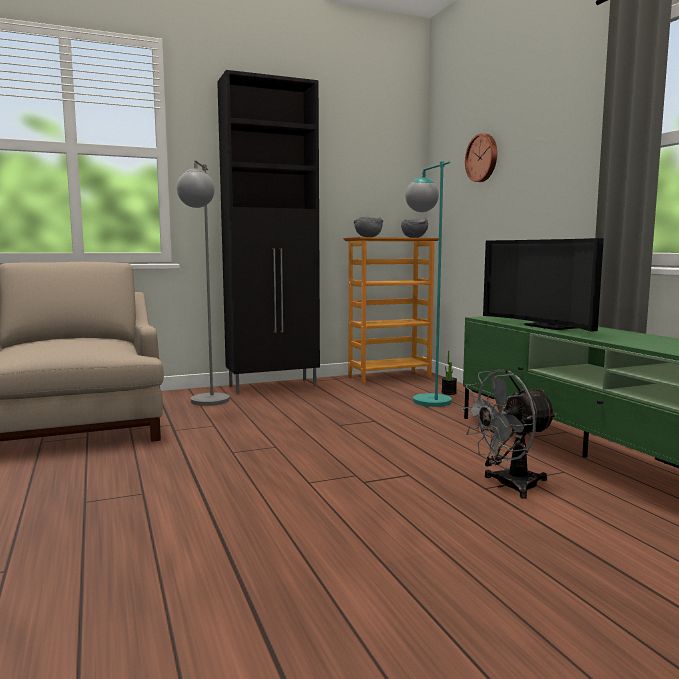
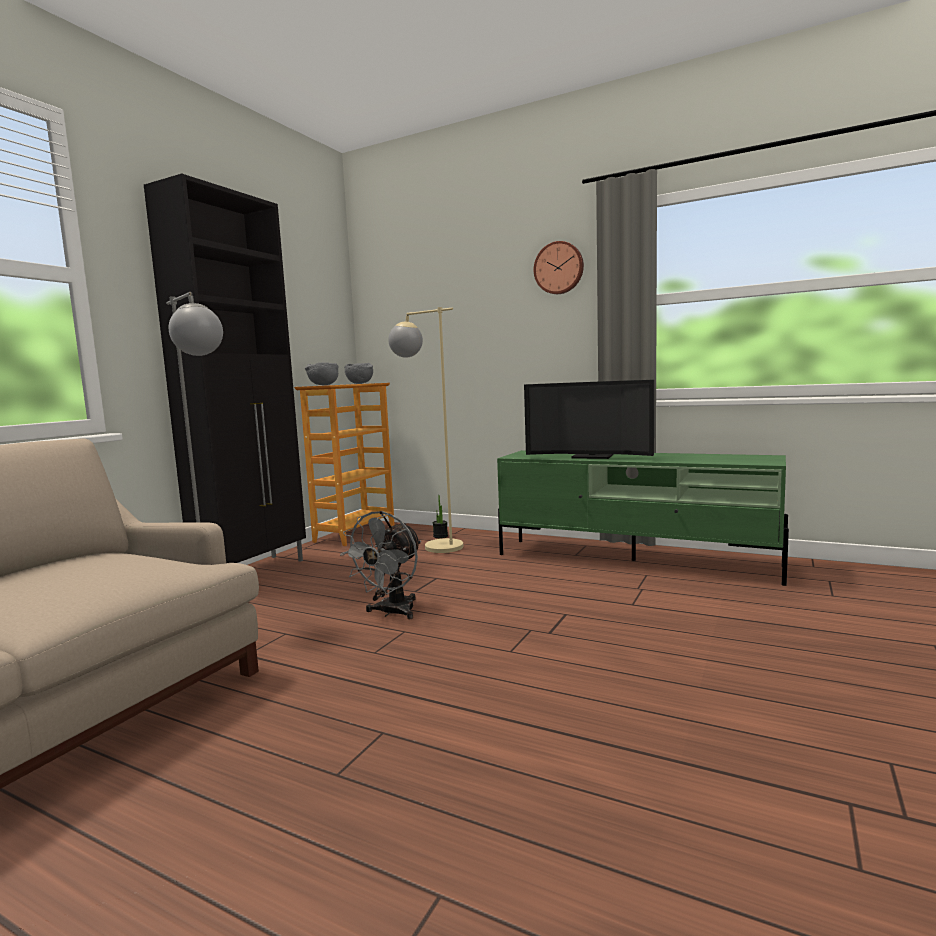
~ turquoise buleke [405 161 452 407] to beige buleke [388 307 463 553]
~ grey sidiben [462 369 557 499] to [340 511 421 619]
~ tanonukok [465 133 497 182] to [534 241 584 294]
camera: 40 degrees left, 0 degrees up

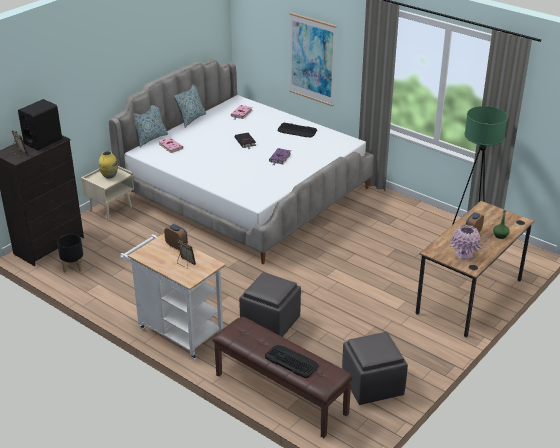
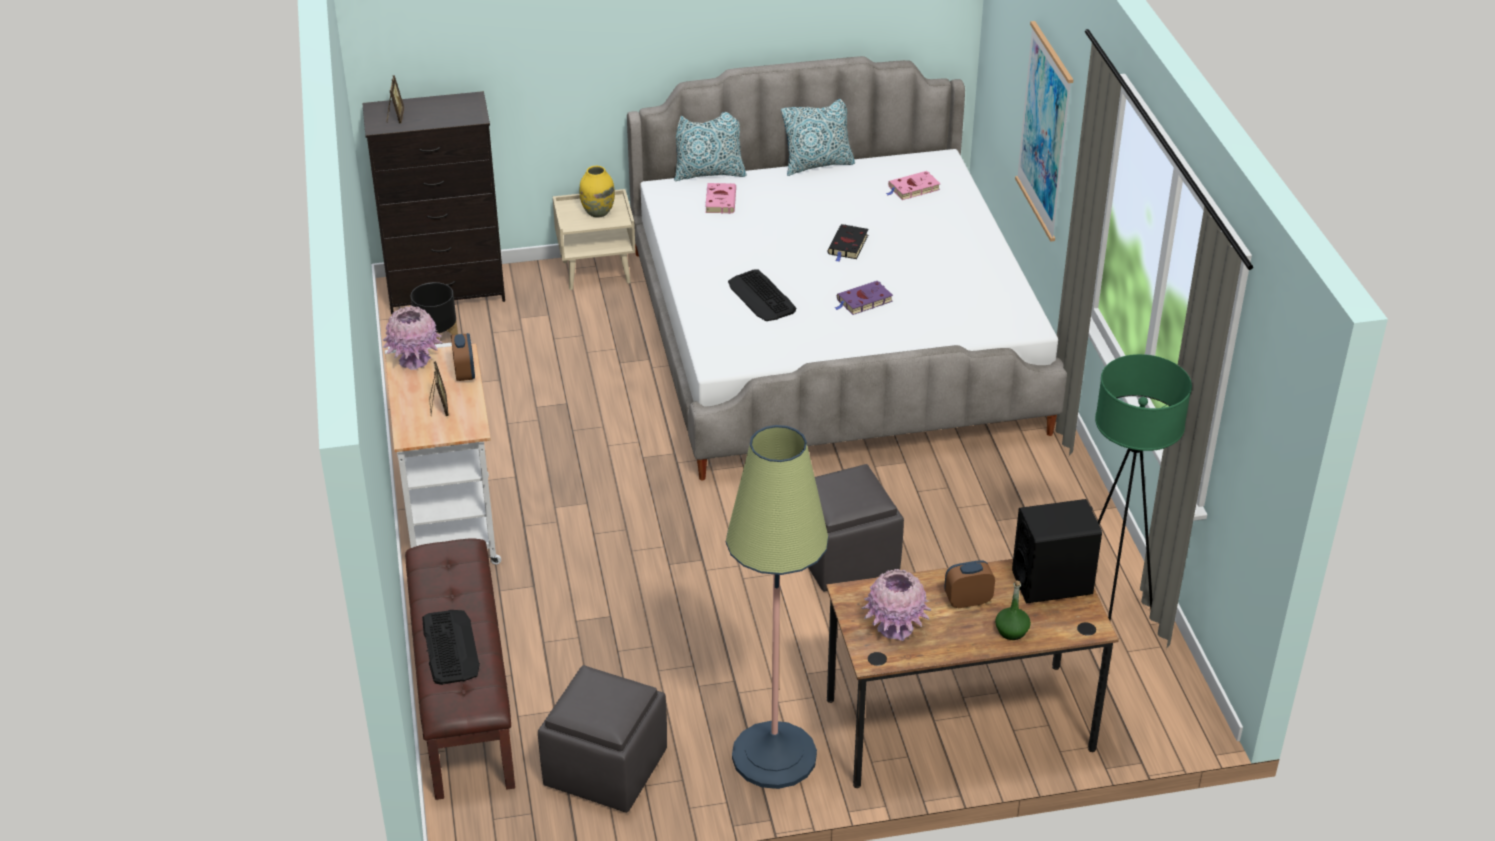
~ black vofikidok [18 99 62 150] to [1012 499 1102 603]
~ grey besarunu [239 272 301 337] to [808 464 904 592]
~ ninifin [278 123 317 137] to [728 270 796 321]
+ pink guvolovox [383 306 443 370]
+ buleke [726 425 829 789]
camera: 40 degrees right, 5 degrees up

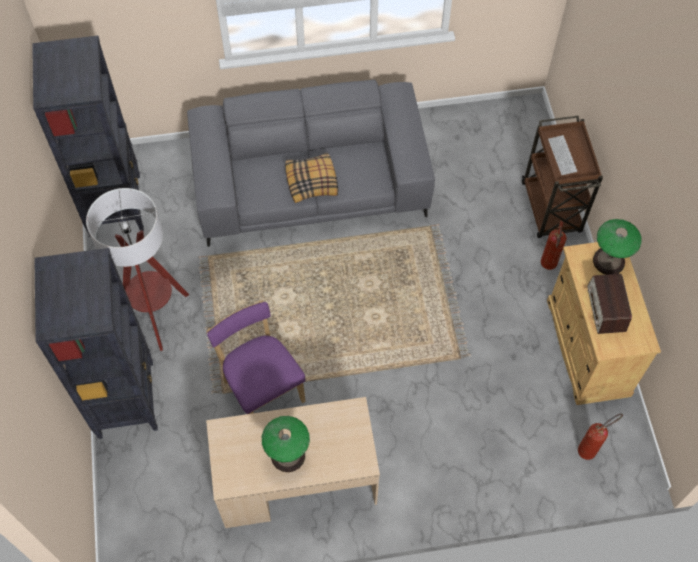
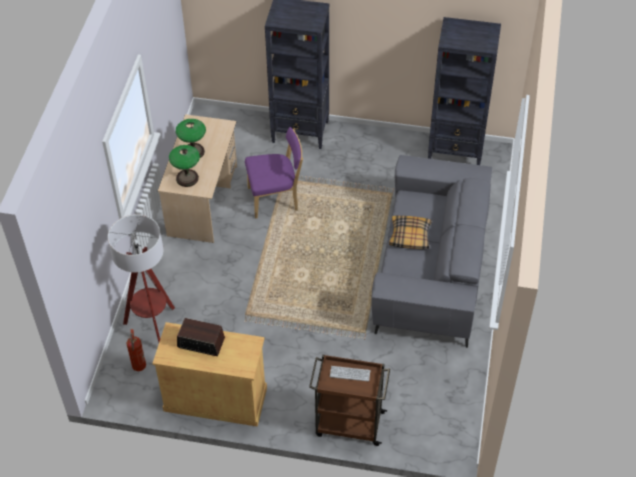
~ buleke [86 188 189 351] to [108 214 175 343]
- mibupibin [541 221 566 270]
~ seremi [593 219 642 275] to [169 145 200 187]
camera: 110 degrees right, 10 degrees down

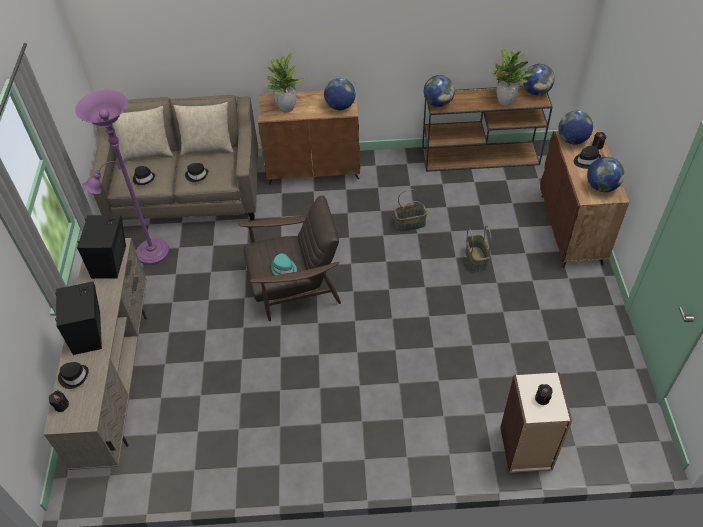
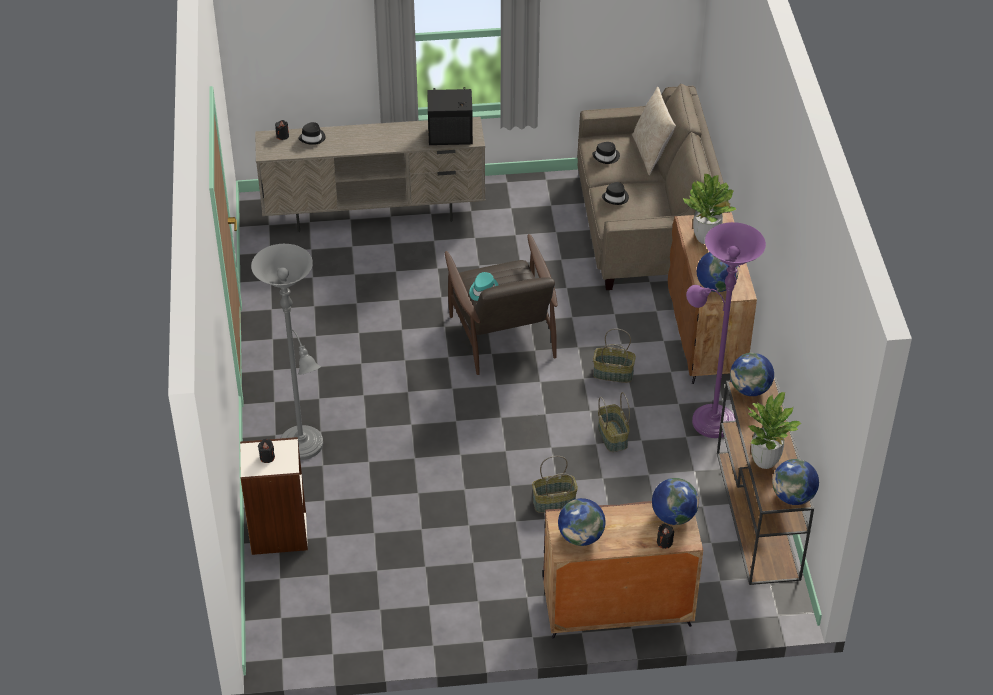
- black vofikidok [55 281 102 355]
~ purple buleke [75 90 169 265] to [686 222 766 438]
- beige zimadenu [174 102 234 155]
- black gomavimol [573 146 601 169]
+ grey buleke [251 244 323 460]
+ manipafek [593 328 636 383]
camera: 85 degrees right, 5 degrees down

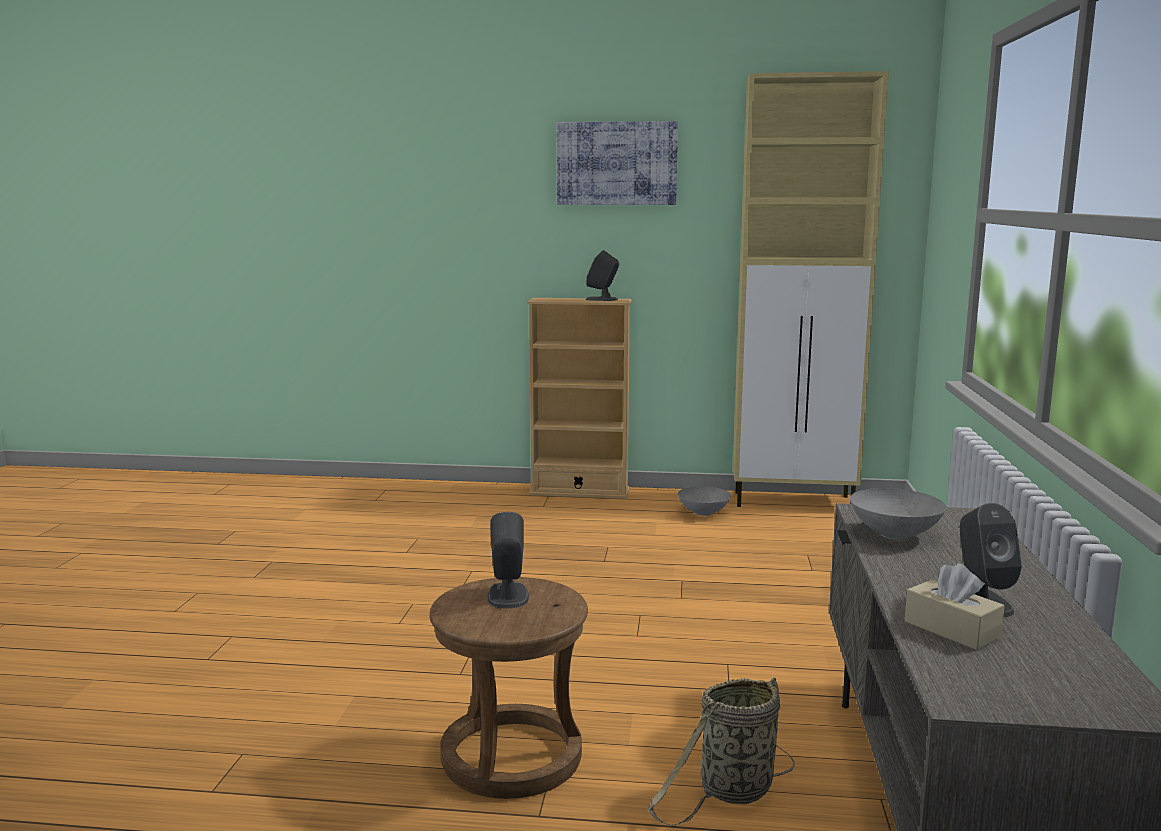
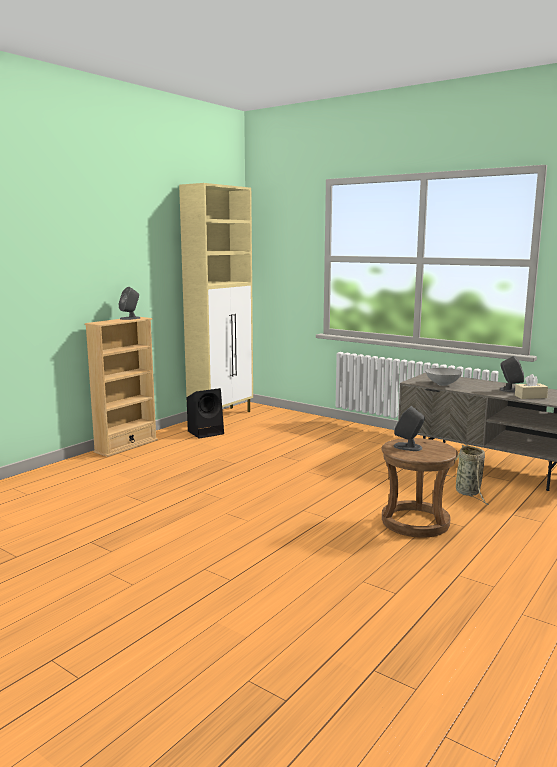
- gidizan [556 121 678 205]
~ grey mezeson [678 486 731 516] to black vofikidok [187 388 224 439]
camera: 60 degrees left, 0 degrees up

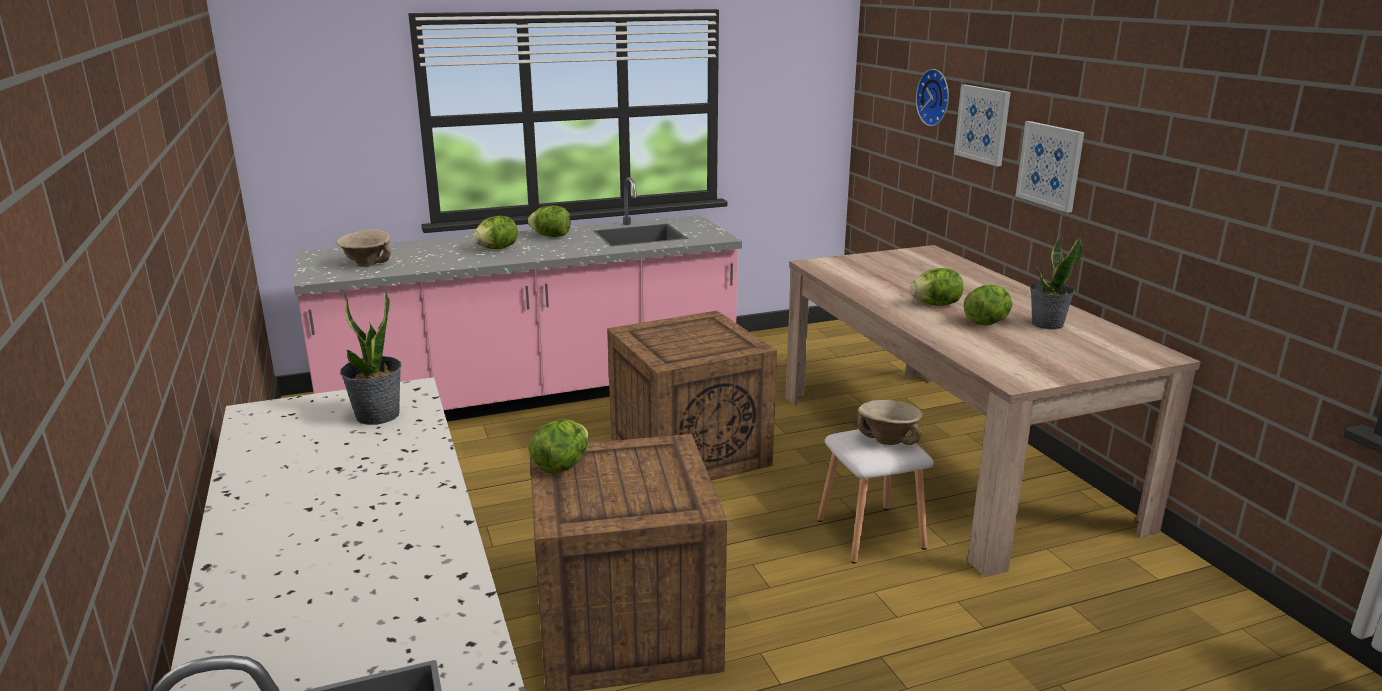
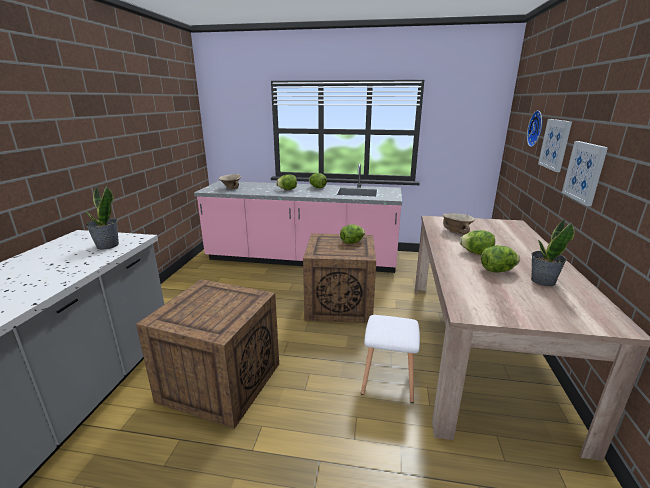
~ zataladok [529 419 589 474] to [340 225 365 244]
~ beige mezeson [857 400 923 445] to [443 213 475 234]
camera: 30 degrees right, 0 degrees up

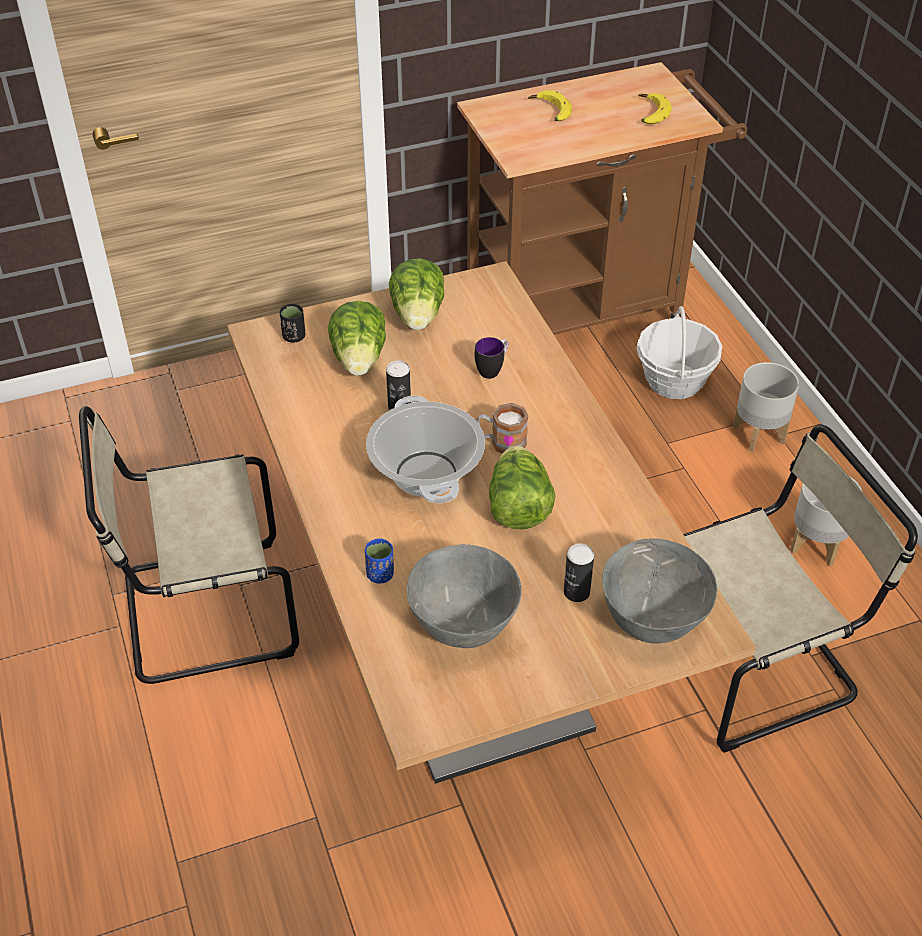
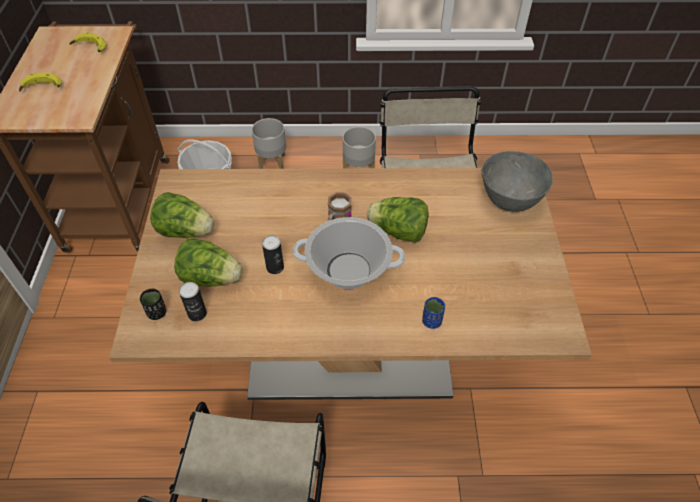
- grey mezeson [407 544 522 648]
- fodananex [475 337 509 379]
~ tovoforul [564 543 594 602] to [179 282 207 321]
camera: 70 degrees left, 5 degrees up

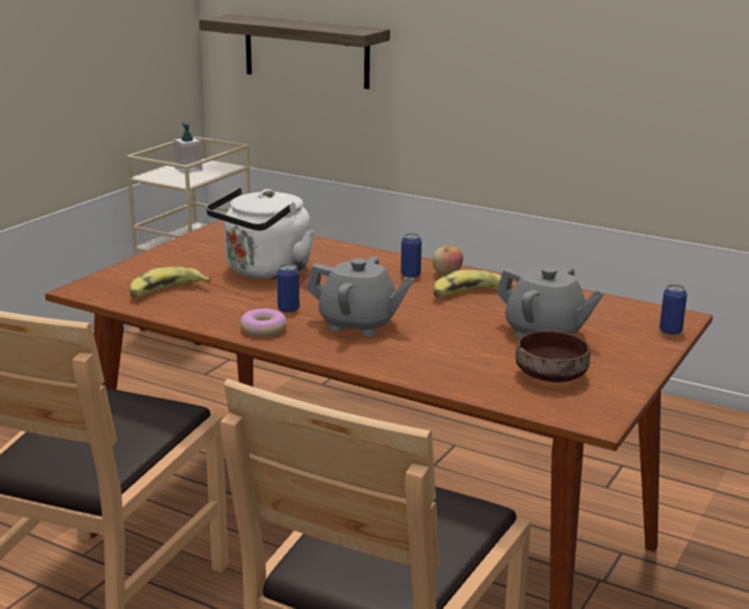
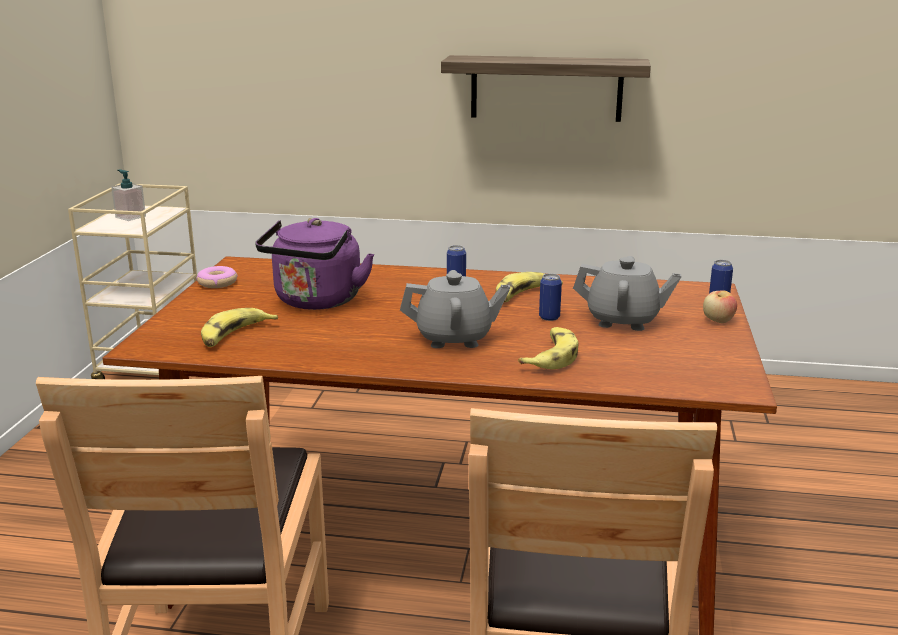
~ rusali [199 14 390 89] to [441 55 651 122]
~ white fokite [206 188 315 279] to purple fokite [255 218 374 310]
~ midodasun [239 309 287 337] to [196 266 237 288]
~ tovoforul [277 264 299 312] to [539 273 562 321]
~ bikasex [432 246 463 276] to [703 290 737 323]
- brown mezeson [515 331 590 382]
+ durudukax [518 327 579 369]
camera: 20 degrees left, 0 degrees up

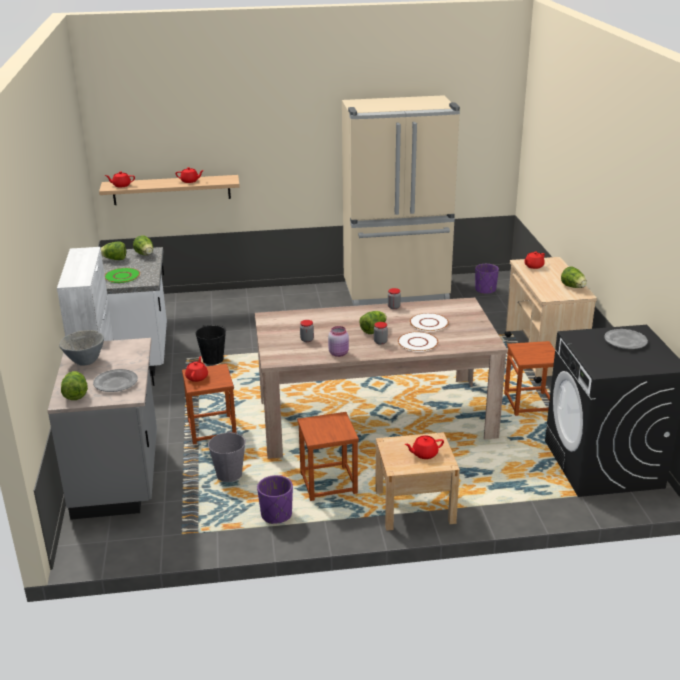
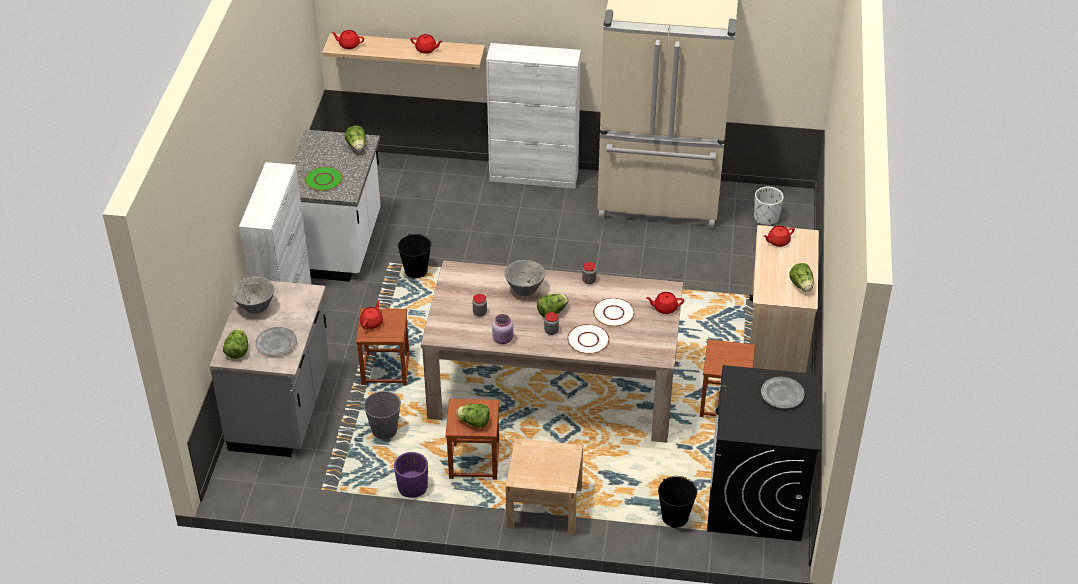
~ zataladok [101 241 126 260] to [456 404 490 428]
~ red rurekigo [404 435 444 459] to [646 292 684 314]
~ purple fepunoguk [475 264 499 294] to white fepunoguk [754 187 784 225]
+ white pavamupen [486 43 581 189]
+ grey mezeson [504 260 546 296]
+ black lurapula [658 476 697 528]
camera: 15 degrees right, 15 degrees up

